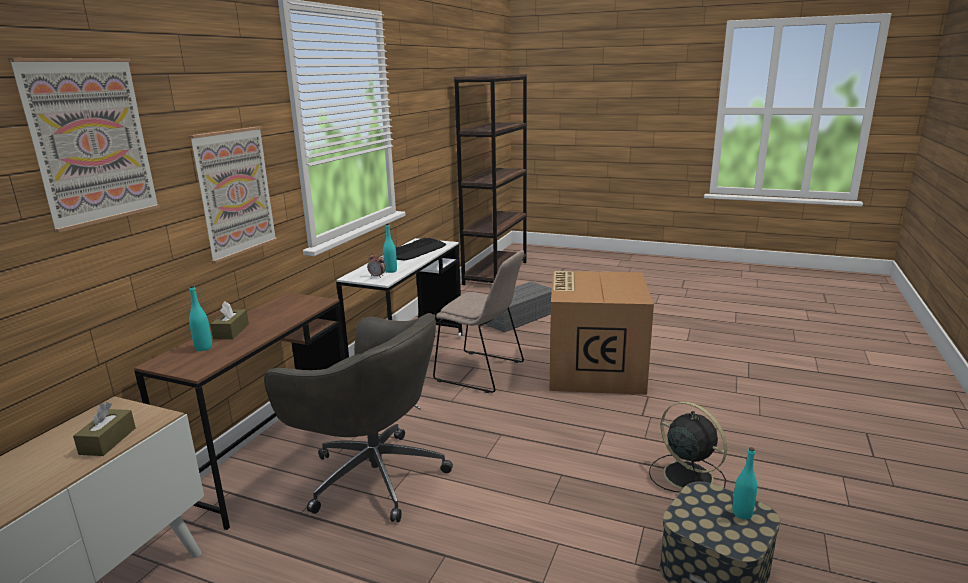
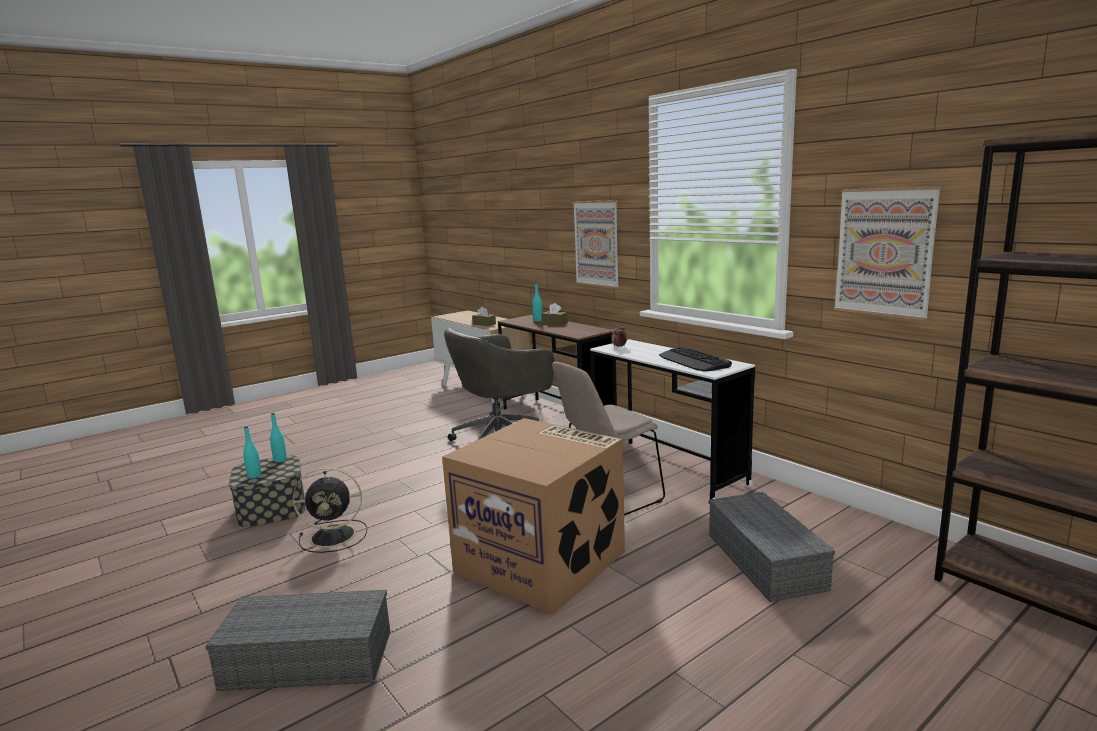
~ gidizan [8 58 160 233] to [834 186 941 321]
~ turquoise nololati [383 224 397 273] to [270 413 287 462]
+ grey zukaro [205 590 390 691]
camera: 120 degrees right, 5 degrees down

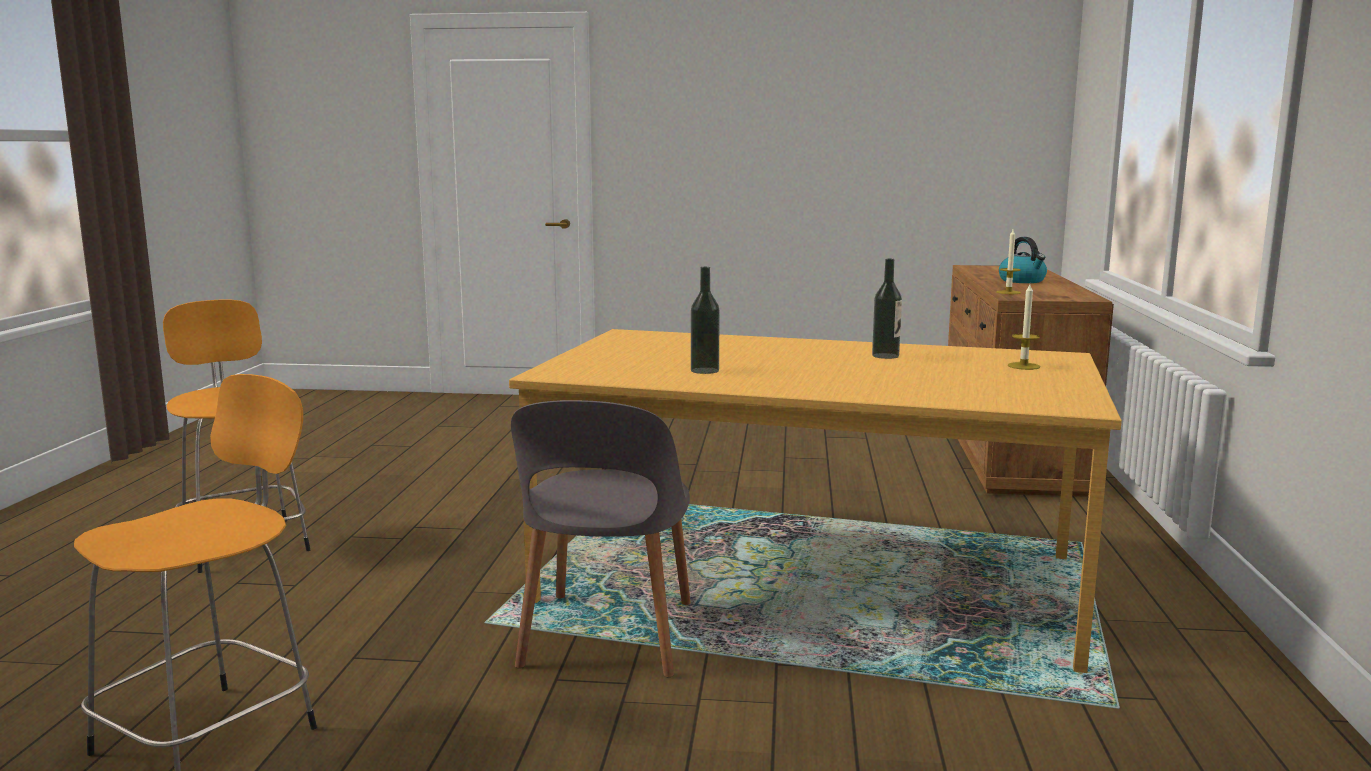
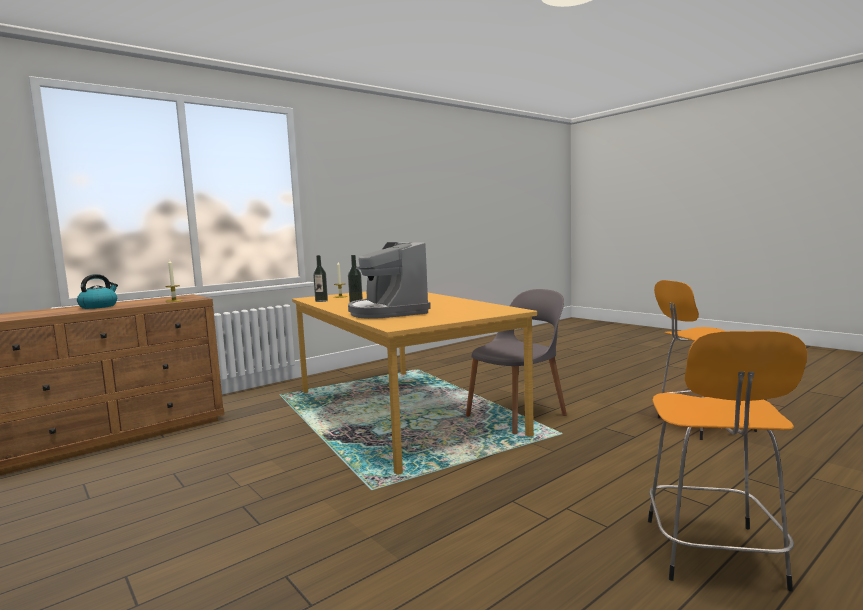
~ nololati [691 267 720 374] to [313 255 328 302]
+ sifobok [348 242 431 319]
camera: 135 degrees left, 5 degrees down

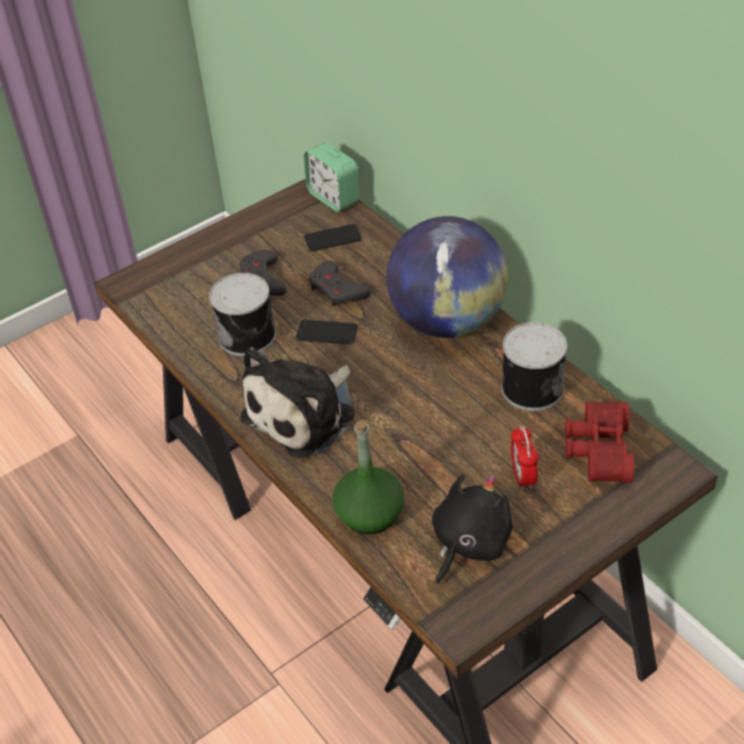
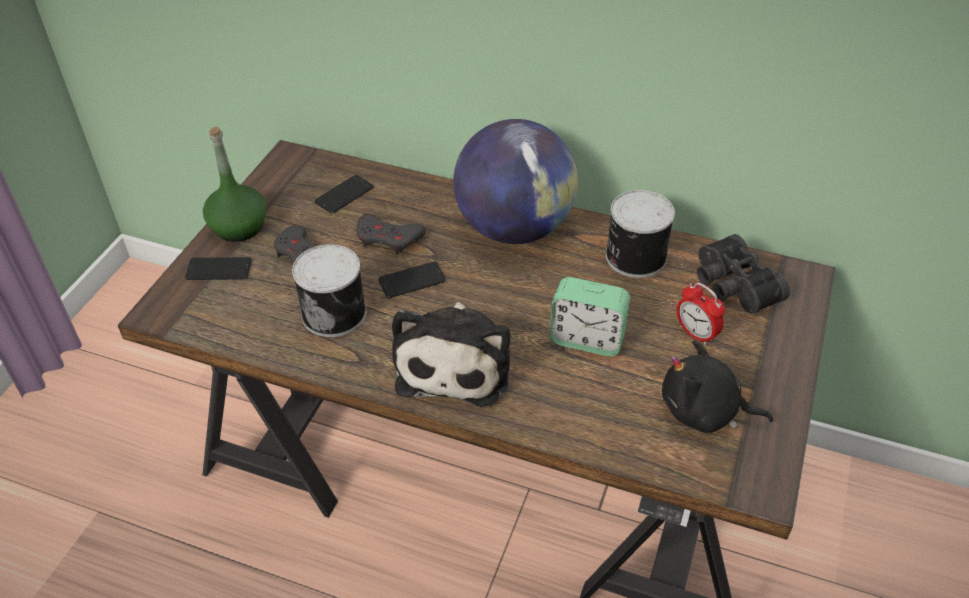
~ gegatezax [304 142 359 212] to [549 277 630 356]
~ green nololati [333 420 404 535] to [203 127 267 242]
~ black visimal [432 474 513 585] = [662 340 773 433] 75 degrees counterclockwise
~ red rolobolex [565 401 634 483] to black rolobolex [697 234 790 314]
+ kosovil [185 257 252 280]
camera: 35 degrees left, 0 degrees up

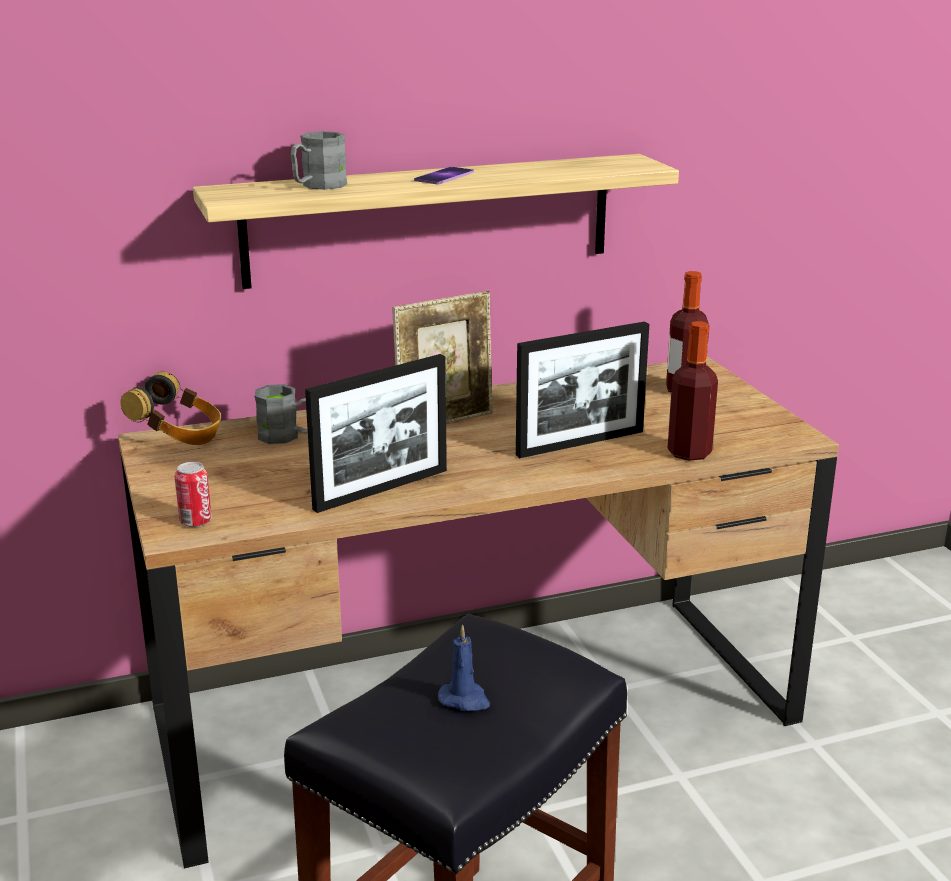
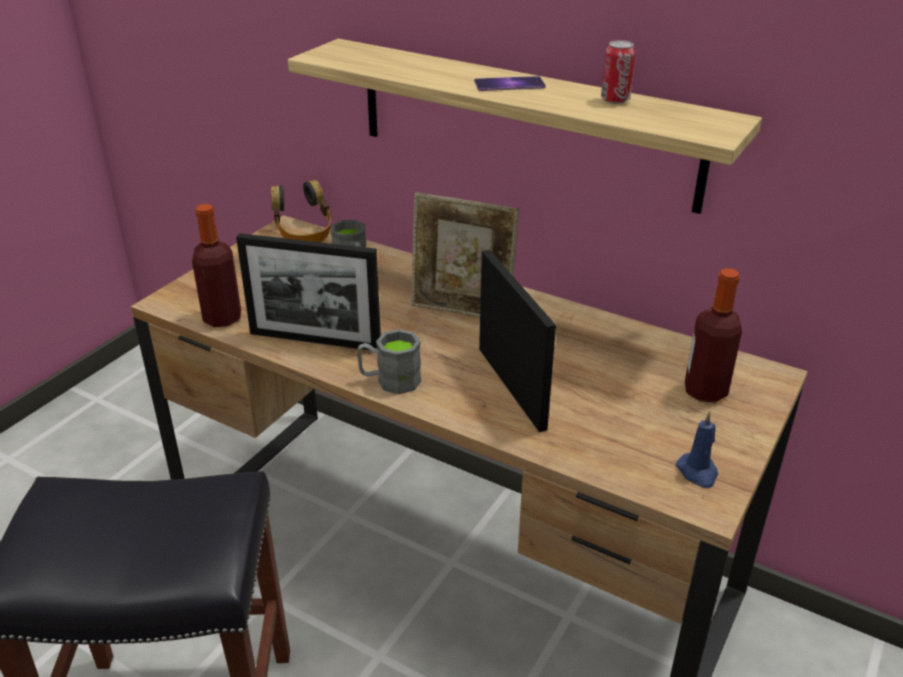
~ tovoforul [175 462 212 527] to [601 40 636 104]
~ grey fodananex [291 131 347 190] to [357 329 421 394]
~ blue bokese [438 625 490 711] to [676 412 718 488]
~ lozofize [516 321 649 458] = [479 250 556 432] 135 degrees counterclockwise
~ nololati [668 321 718 461] to [192 204 241 327]
camera: 50 degrees right, 10 degrees up

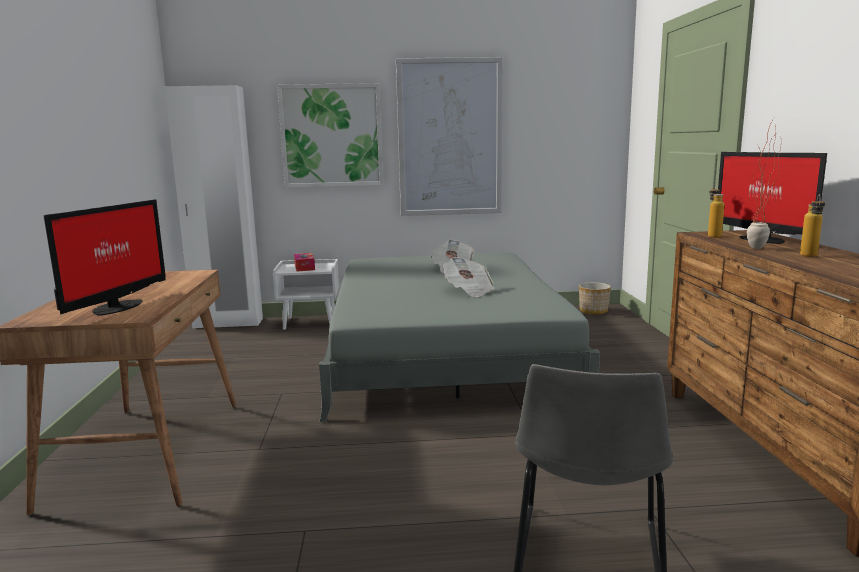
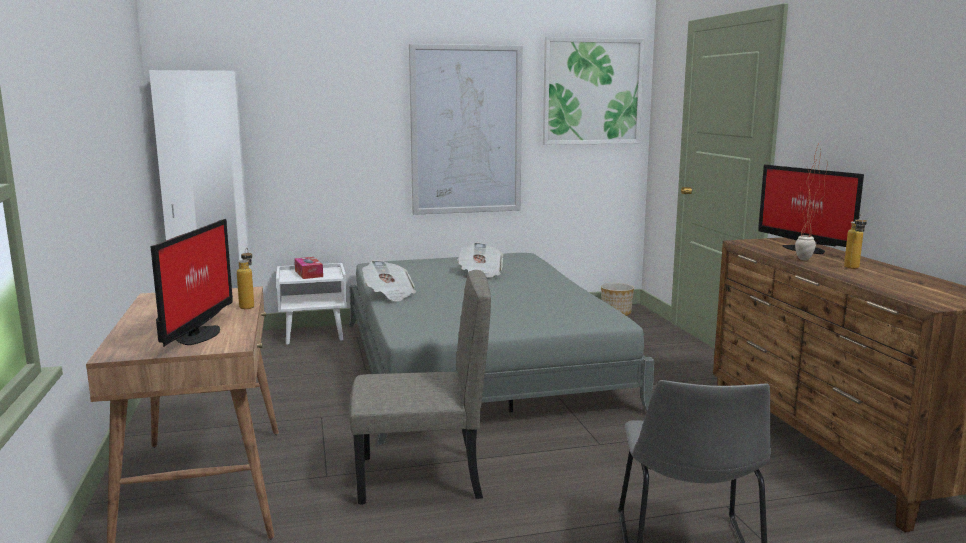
~ gidizan [277 83 383 188] to [543 37 645 145]
~ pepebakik [443 257 495 297] to [362 260 416 302]
~ nololati [708 184 724 238] to [237 247 254 309]
+ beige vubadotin [349 270 491 505]
camera: 10 degrees left, 0 degrees up

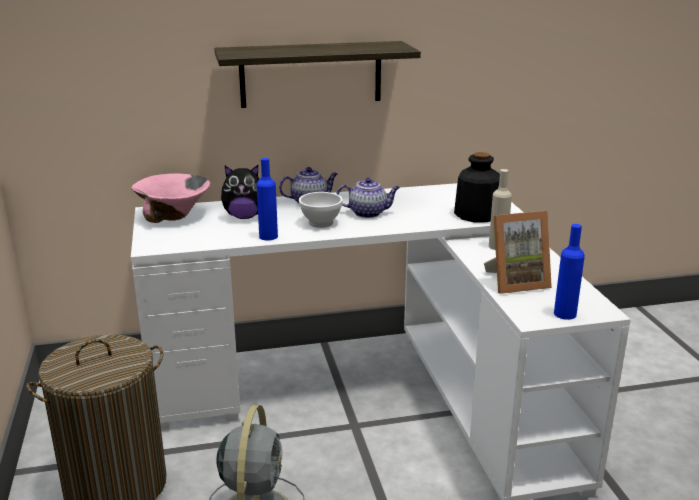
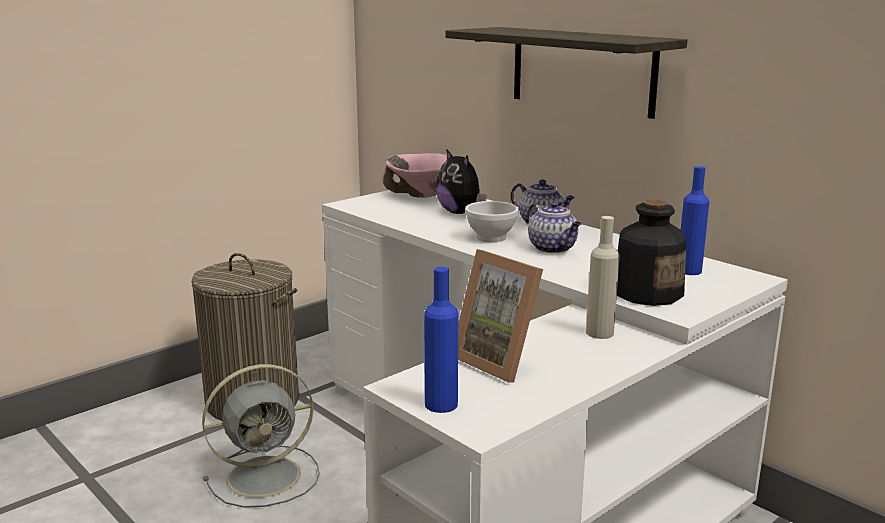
~ blue nololati [257 158 278 241] to [681 166 709 275]
camera: 60 degrees right, 5 degrees down

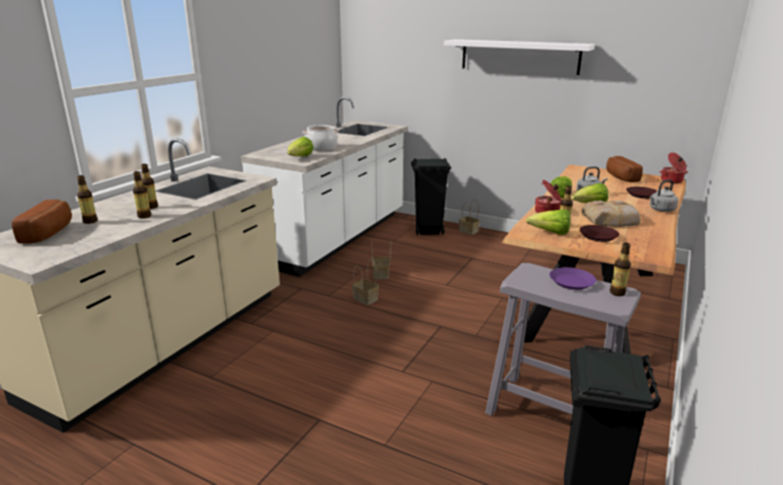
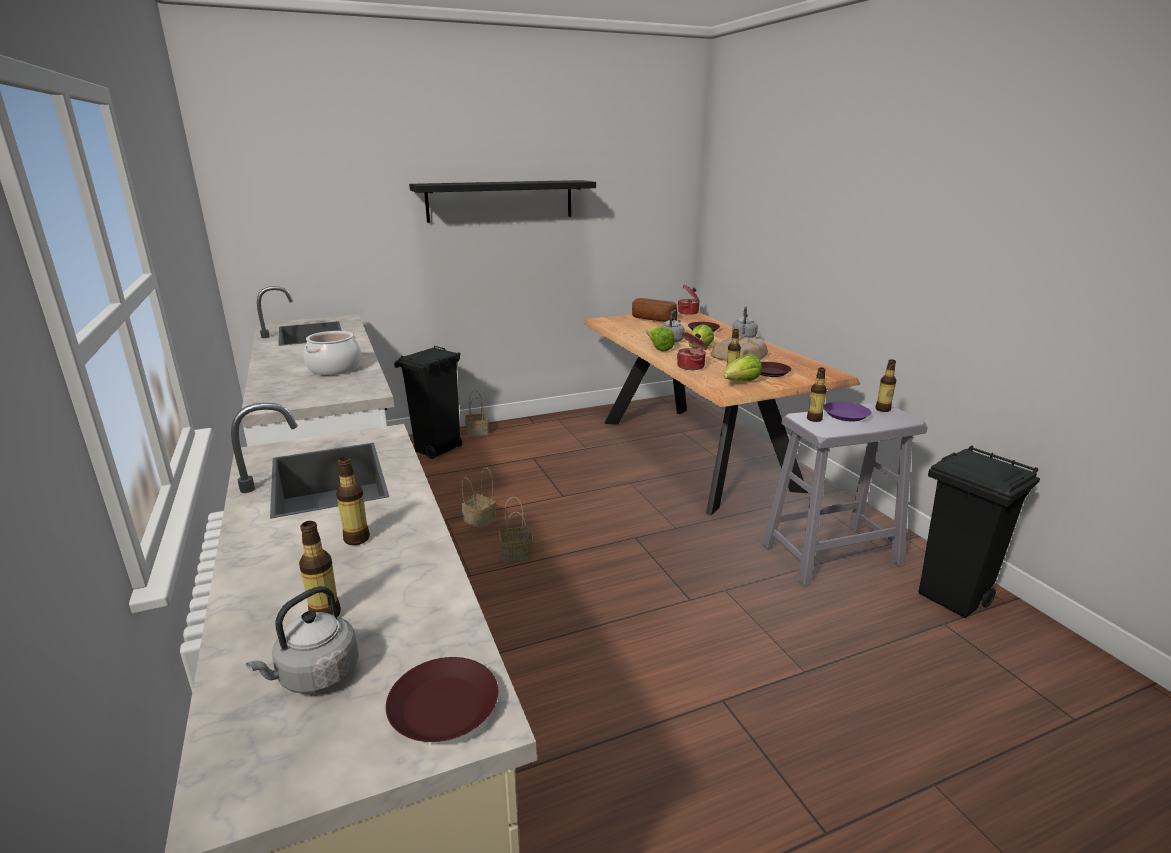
~ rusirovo [12 200 72 244] to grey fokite [246 586 359 694]
~ nololati [133 171 151 219] to [807 367 827 422]
- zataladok [287 137 314 156]
~ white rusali [444 39 595 75] to black rusali [409 180 596 223]
+ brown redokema [386 657 498 742]
camera: 50 degrees left, 0 degrees up

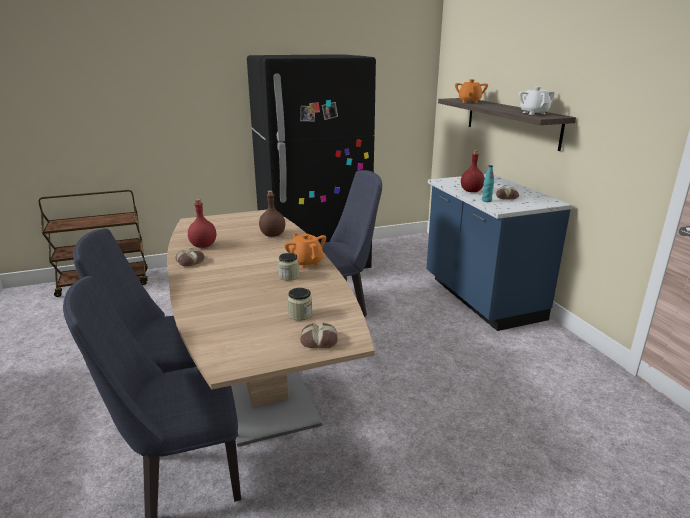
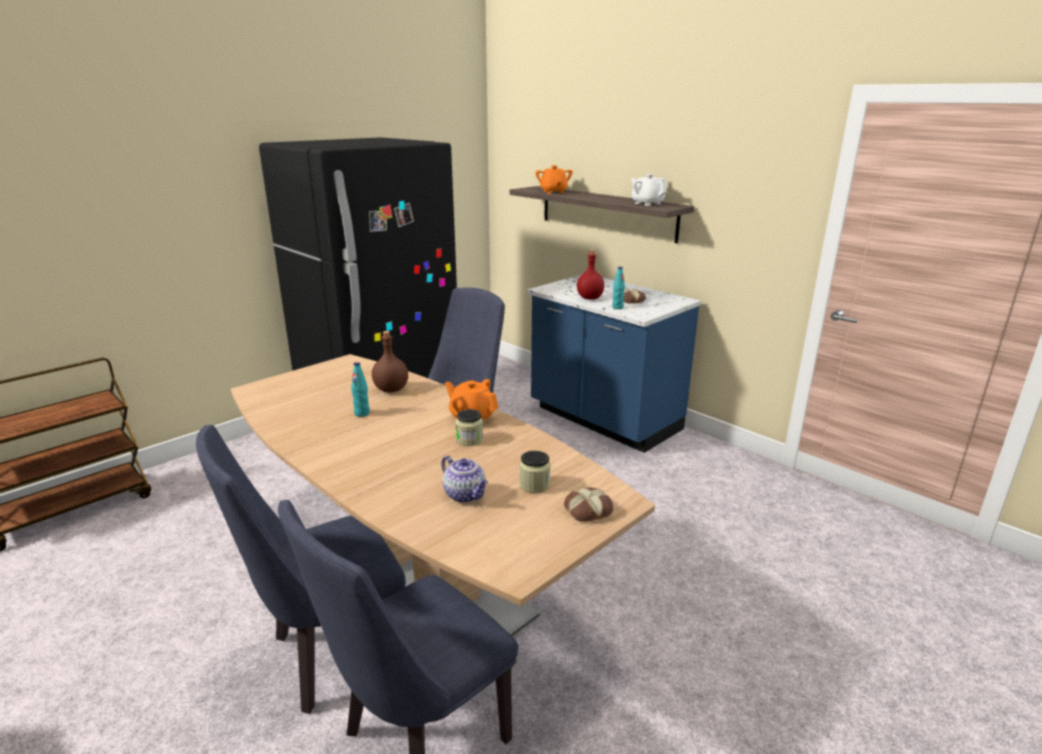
- rusirovo [175 248 205 267]
- red nololati [188 199 216 248]
+ turquoise nololati [351 362 370 417]
+ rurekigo [441 456 488 503]
camera: 25 degrees left, 0 degrees up

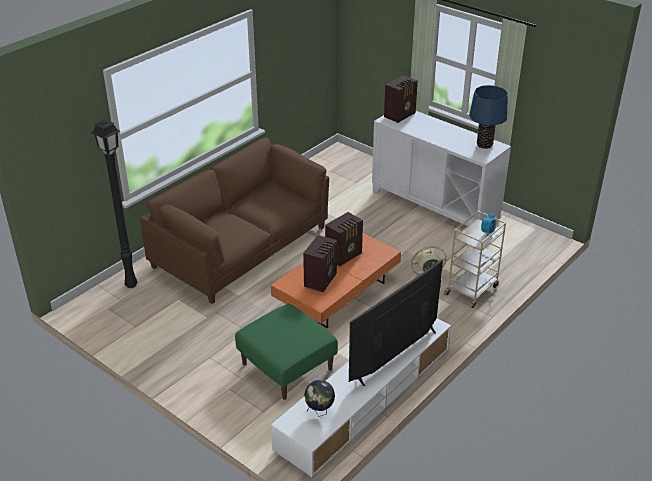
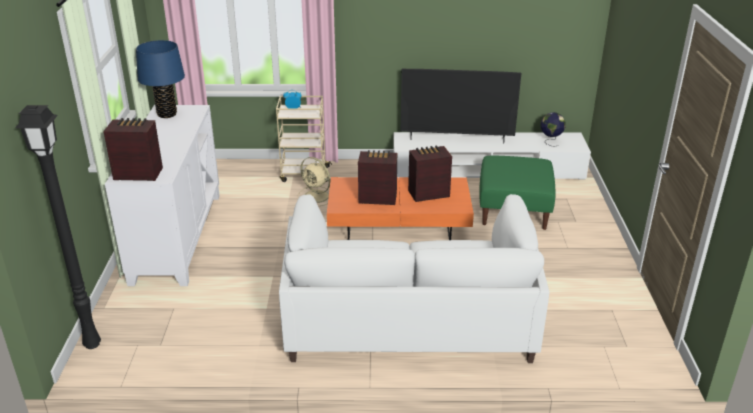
~ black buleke [91 119 137 288] to [15 105 101 349]
~ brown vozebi [140 138 329 304] to white vozebi [279 194 550 363]
camera: 130 degrees left, 5 degrees down

